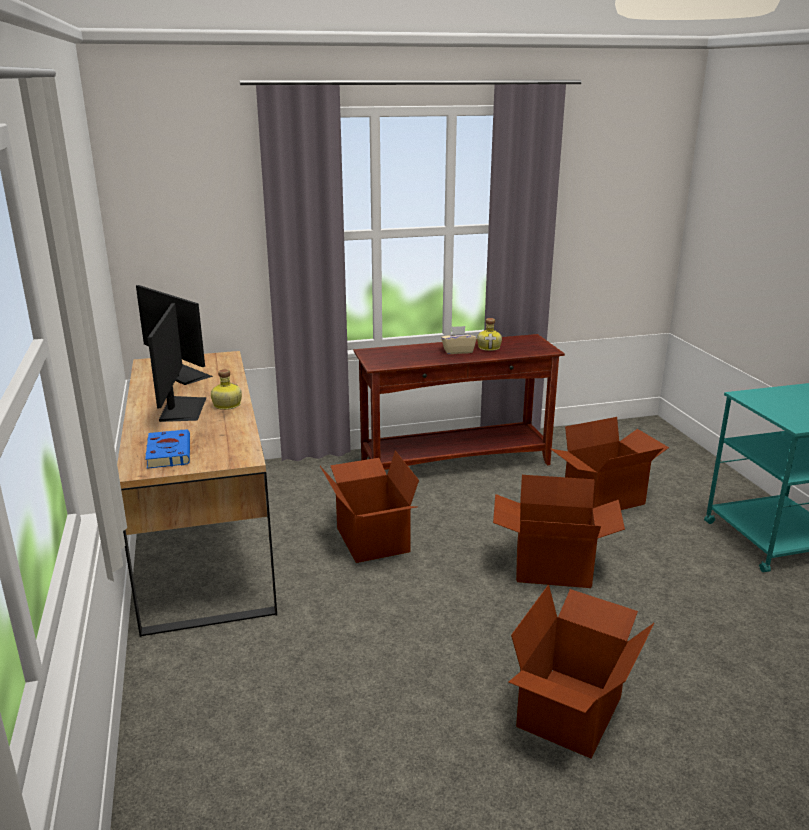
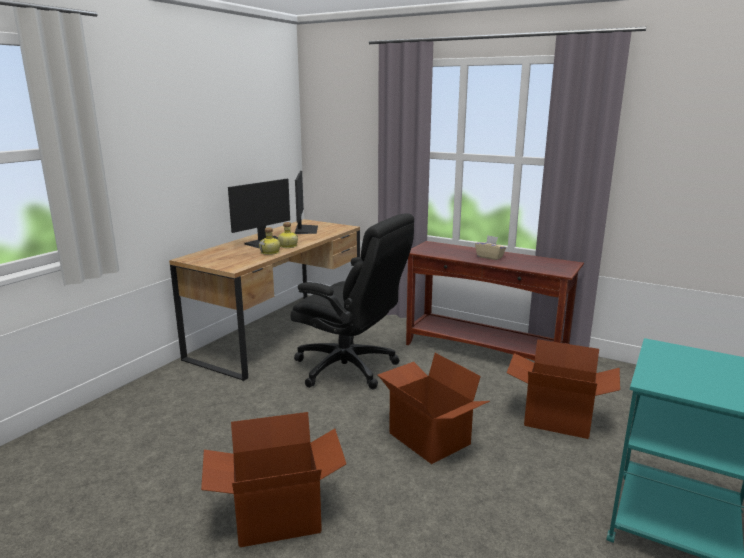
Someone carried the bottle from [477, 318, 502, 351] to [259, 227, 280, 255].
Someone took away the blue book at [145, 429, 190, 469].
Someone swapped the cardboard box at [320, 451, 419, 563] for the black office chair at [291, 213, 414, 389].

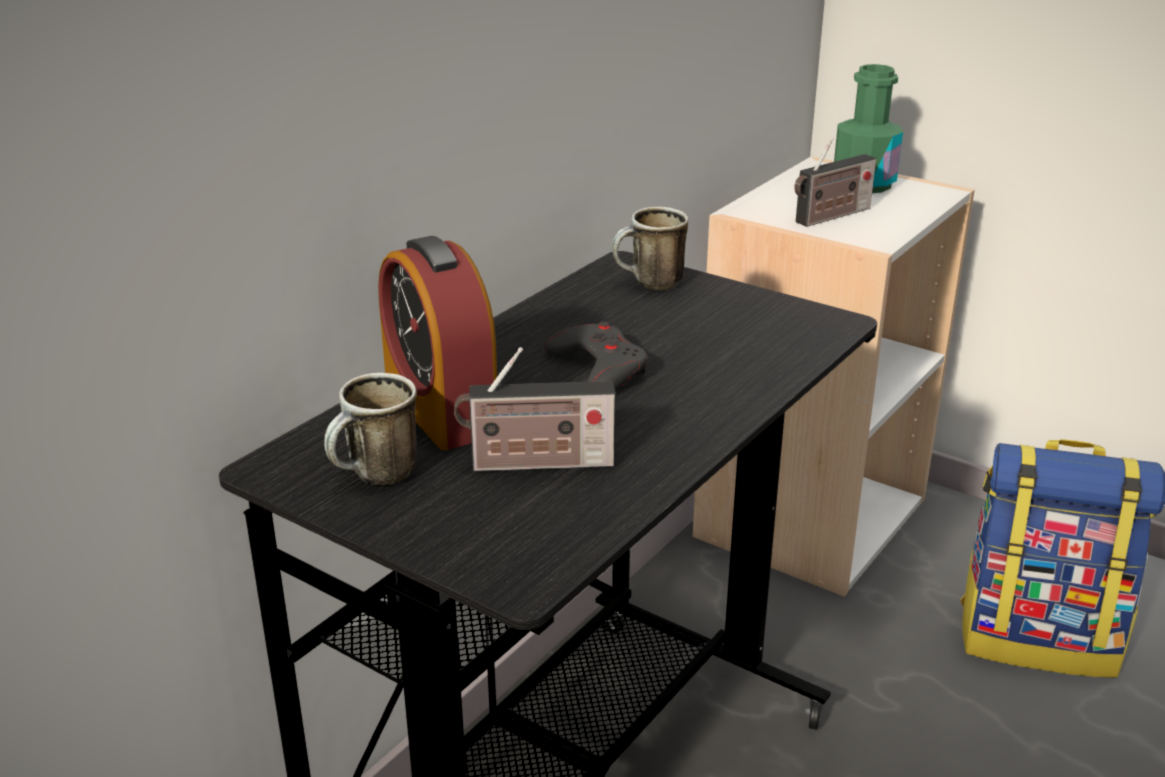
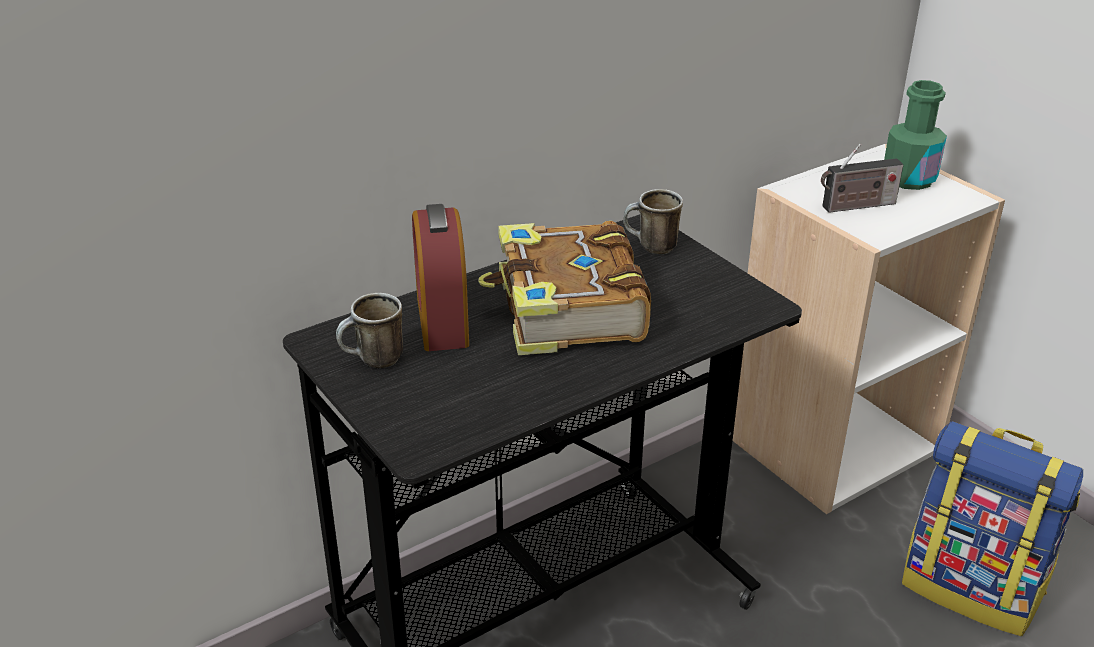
Someone swapped the grey game controller at [544, 321, 648, 390] for the book at [478, 221, 651, 355].
Someone took away the radio at [454, 347, 616, 472].

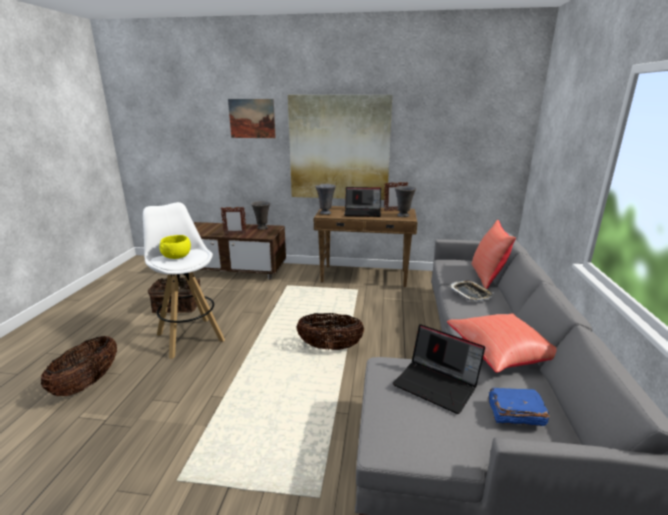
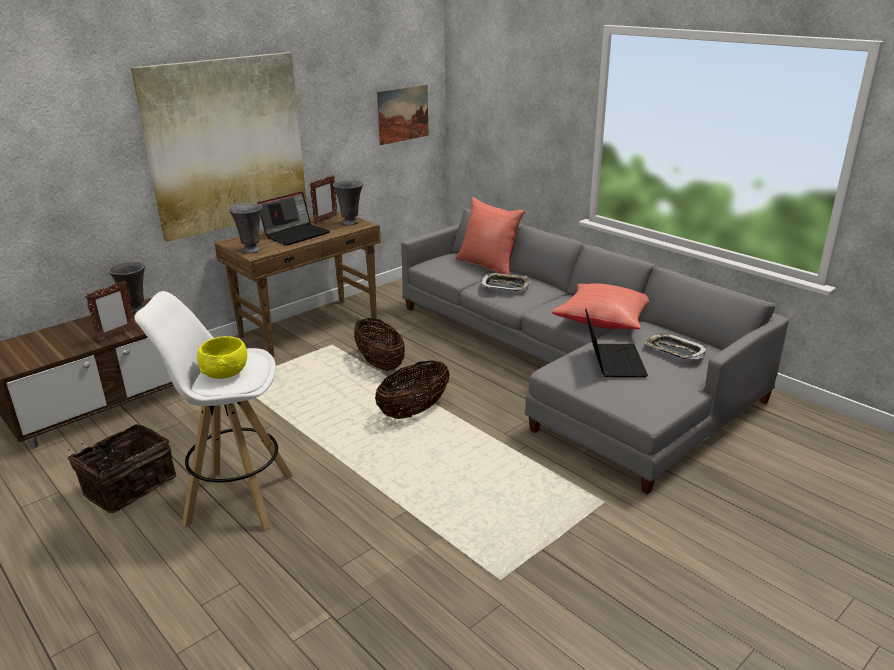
Someone carried the picture from [228, 99, 276, 138] to [377, 85, 429, 145].
Someone rotated the laptop at [393, 324, 485, 414] by 75 degrees counterclockwise.
Someone carried the basket from [41, 336, 117, 396] to [354, 318, 405, 371].
Someone swapped the blue book at [489, 387, 550, 426] for the tray at [645, 333, 707, 359].

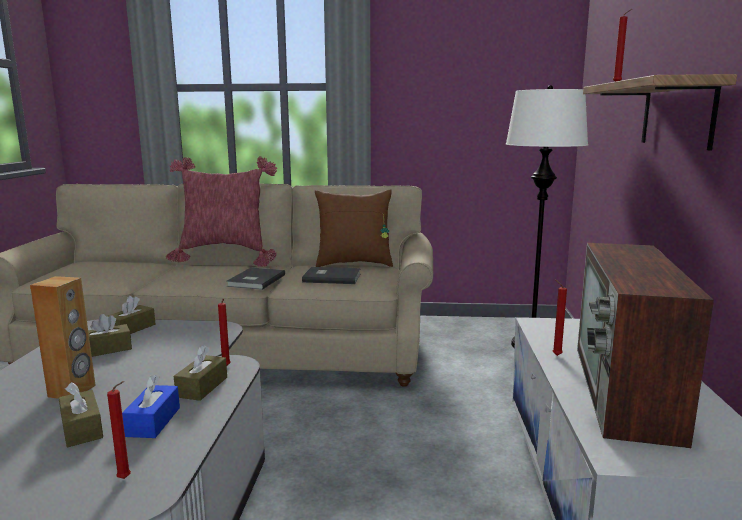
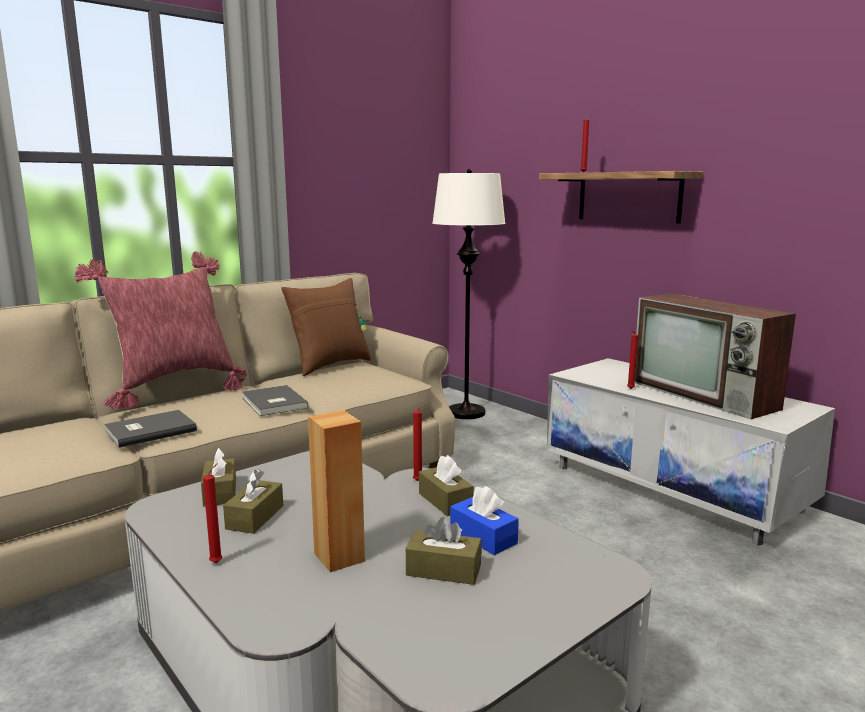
Someone carried the grey book from [302, 267, 361, 284] to [105, 410, 197, 448].
Someone carried the red candle from [107, 381, 131, 479] to [203, 463, 222, 563].

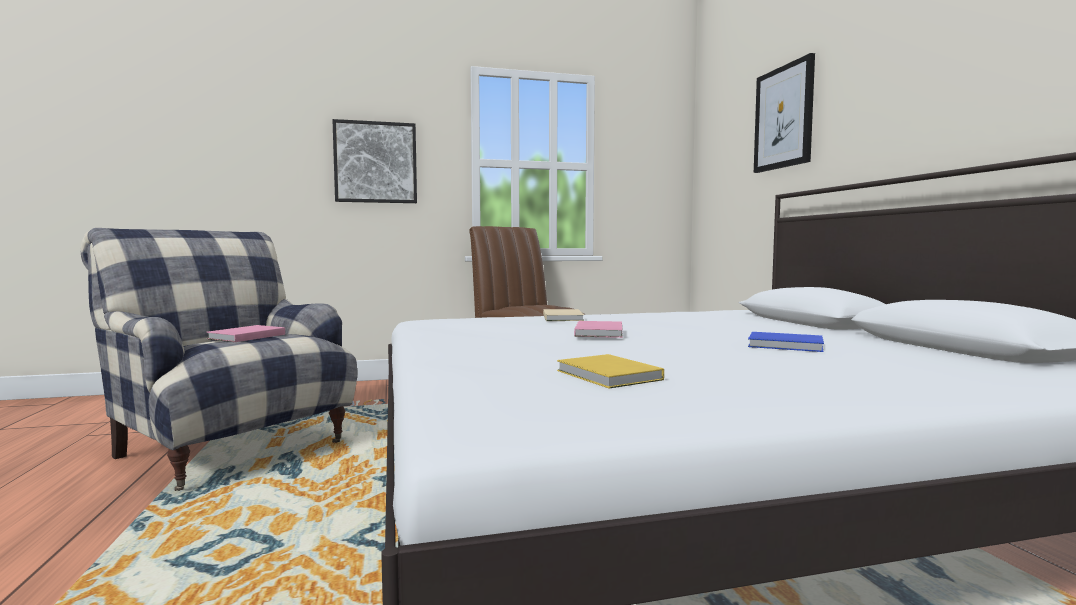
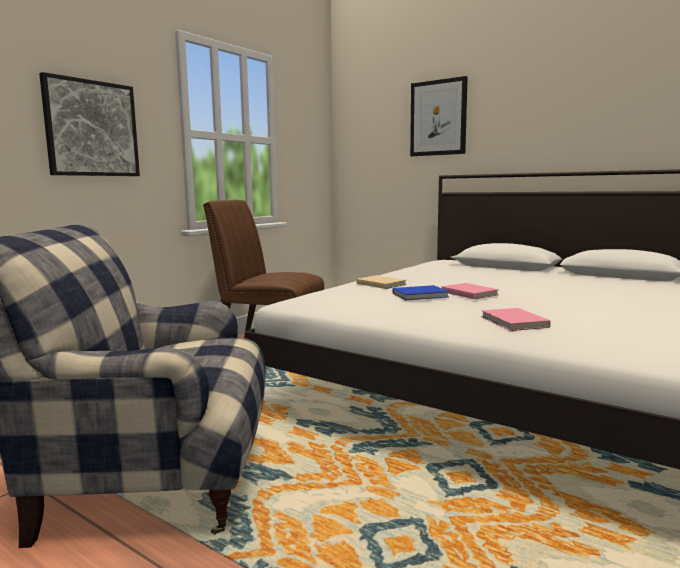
Someone carried the pink book from [206, 325, 285, 342] to [481, 308, 551, 331].
Someone carried the blue book from [748, 332, 824, 352] to [393, 285, 449, 300].
Someone took away the yellow book at [557, 354, 664, 388].

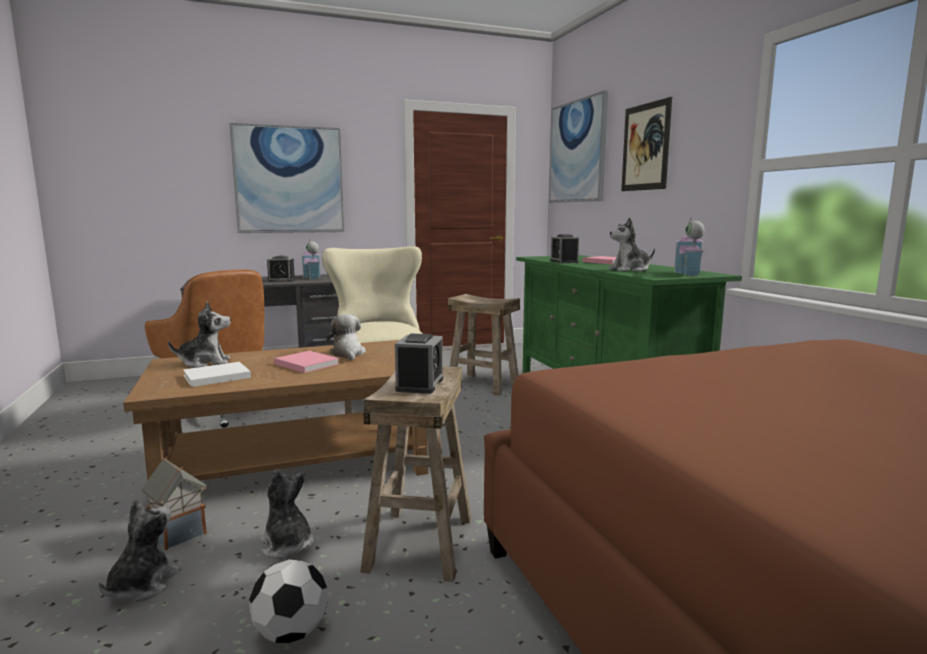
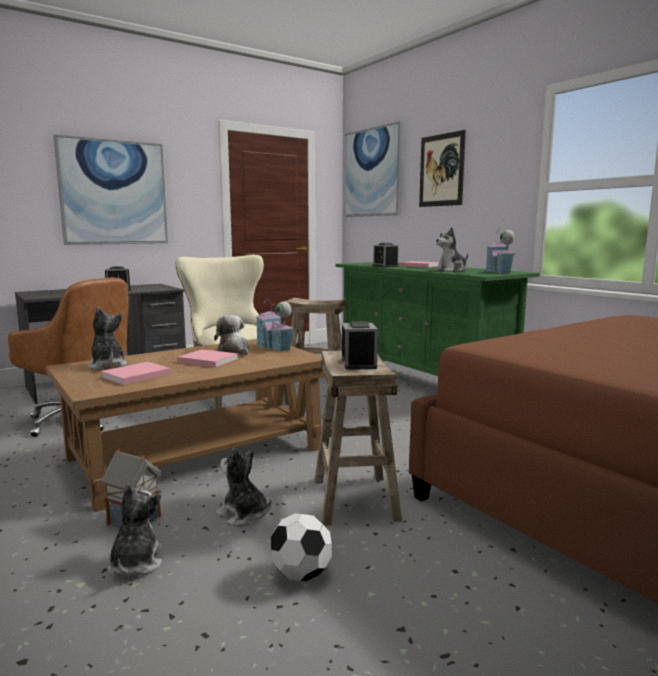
Someone carried the toy house from [301, 239, 320, 279] to [255, 299, 294, 351].
Someone rotated the plush toy at [168, 301, 231, 368] by 90 degrees counterclockwise.
Someone repainted the white book at [183, 362, 251, 387], which became the pink book at [101, 362, 171, 385].

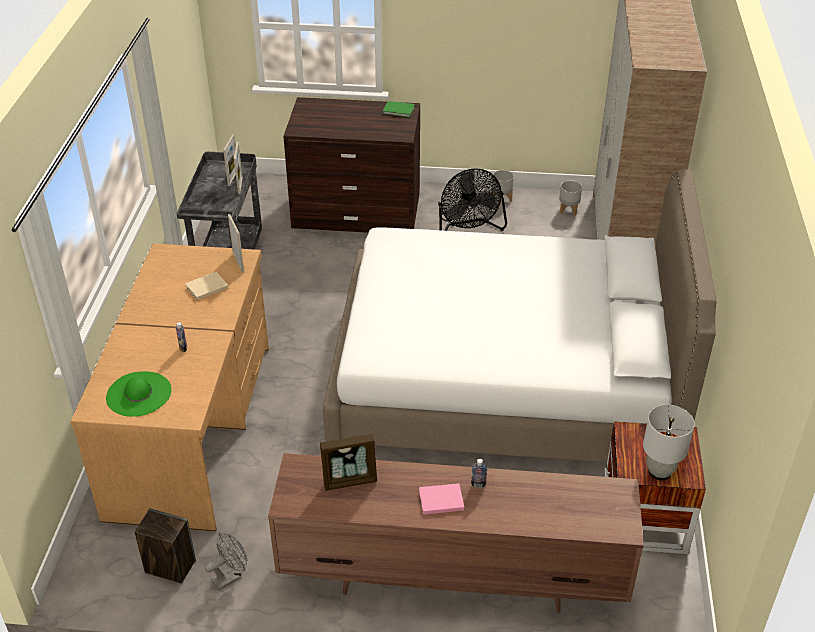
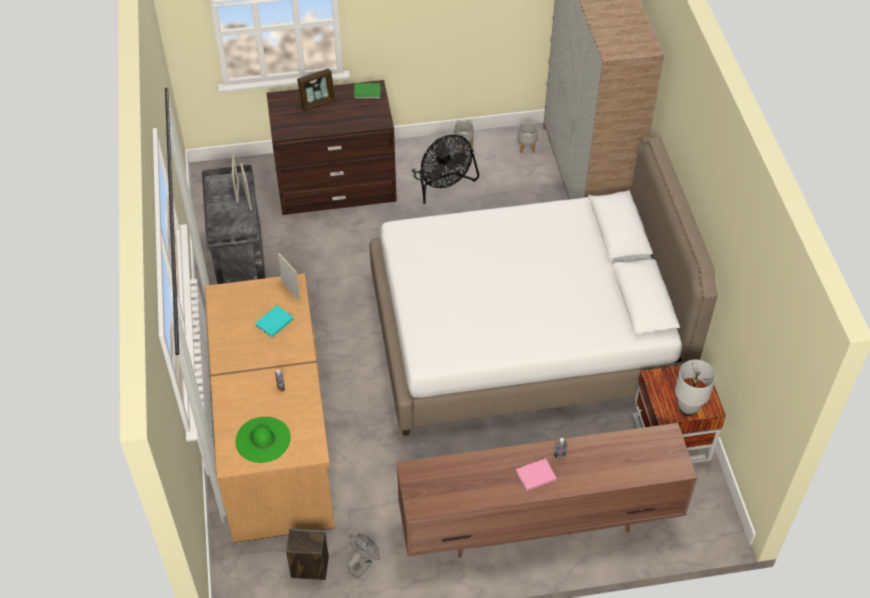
Someone repainted the beige book at [185, 272, 228, 300], which became the turquoise book at [255, 306, 294, 337].
Someone carried the picture frame from [320, 434, 377, 491] to [297, 69, 336, 111].

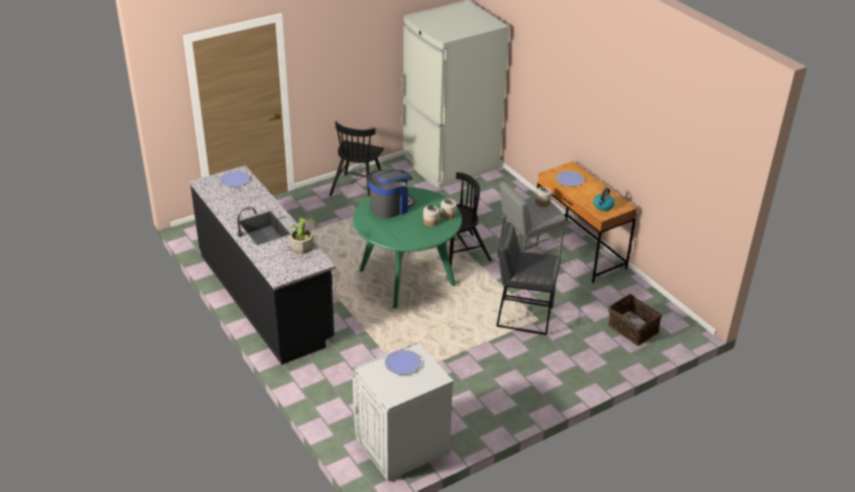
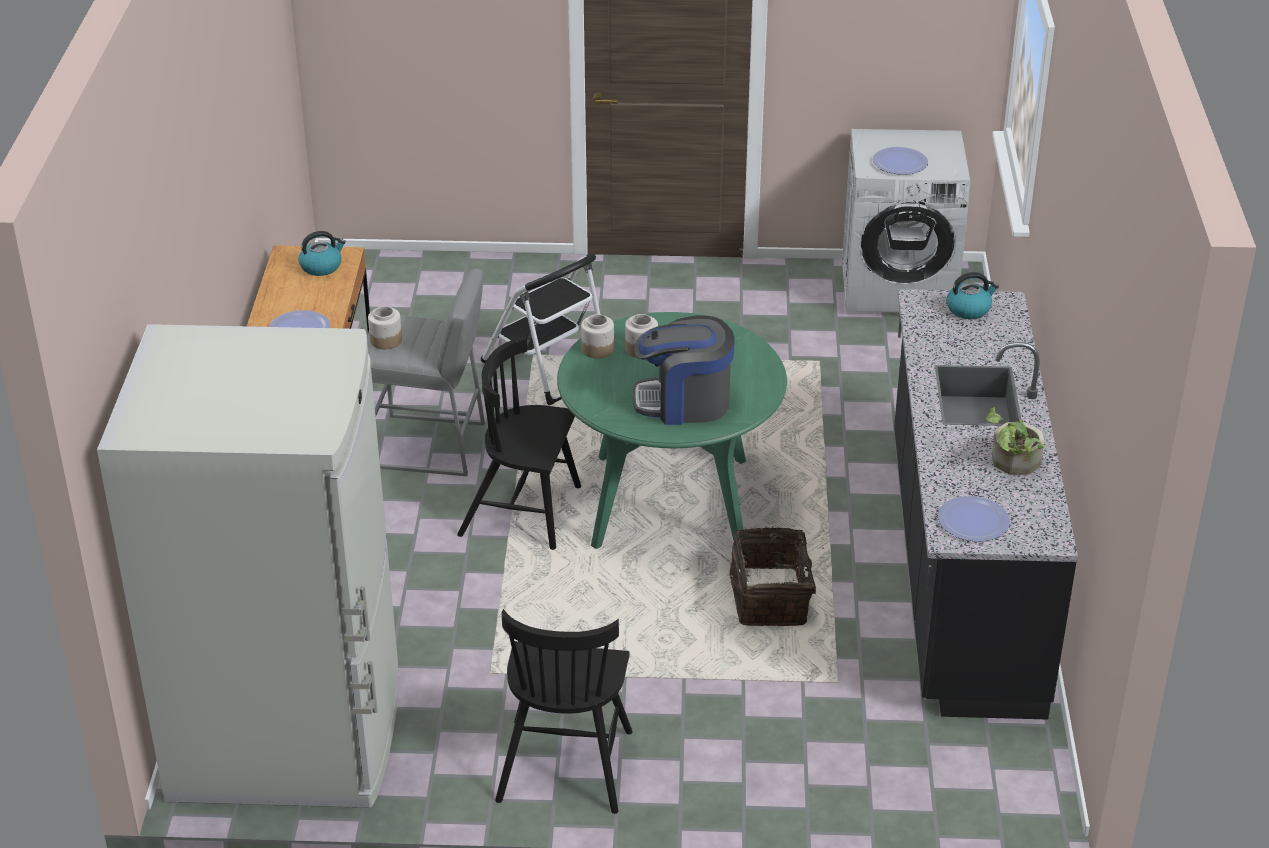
Someone rotated the black chair at [329, 121, 384, 197] by 135 degrees clockwise.
Someone carried the potted plant from [286, 218, 317, 254] to [986, 407, 1045, 475].
Someone swapped the grey stool at [496, 222, 561, 335] for the step ladder at [481, 253, 600, 405].
Someone carried the basket from [608, 294, 662, 345] to [730, 526, 824, 626].
Someone put down the kettle at [947, 272, 999, 319].

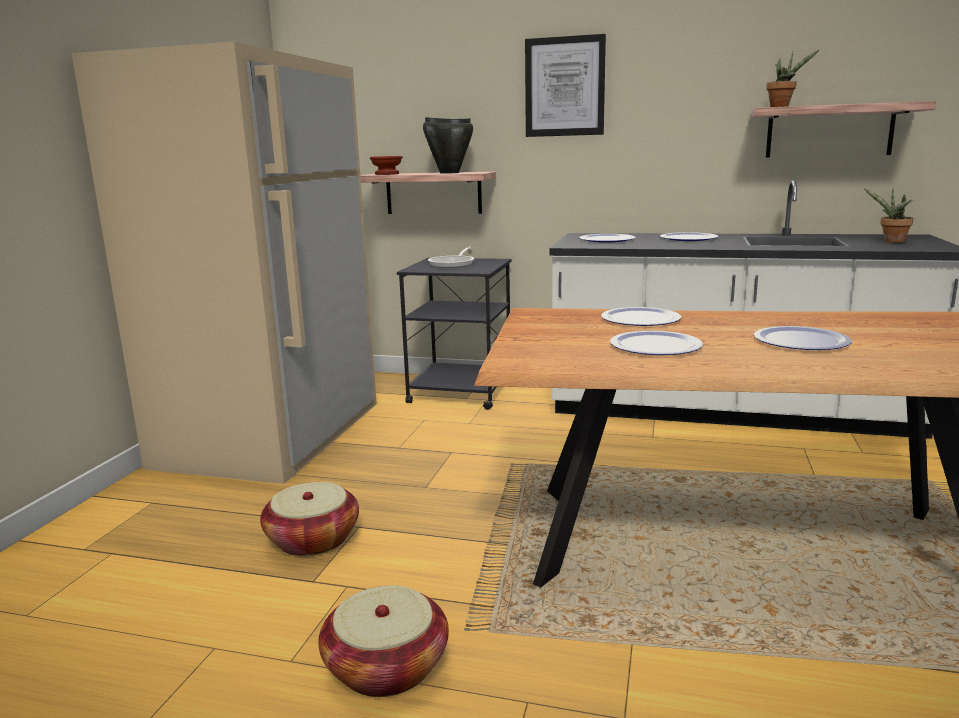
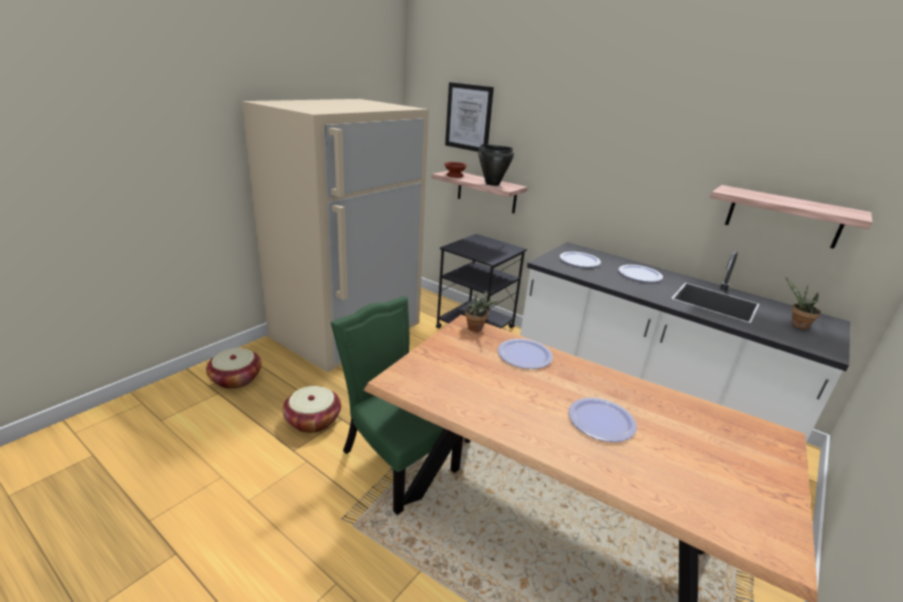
Someone carried the picture from [525, 34, 606, 137] to [445, 82, 494, 152].
Someone carried the potted plant from [766, 49, 820, 107] to [465, 291, 499, 332].
Someone took away the frying pan at [428, 246, 474, 268].
Someone took away the plate at [610, 330, 703, 355].
Someone carried the basket from [319, 585, 449, 697] to [206, 348, 262, 389].
Someone put down the green chair at [331, 296, 463, 515].

